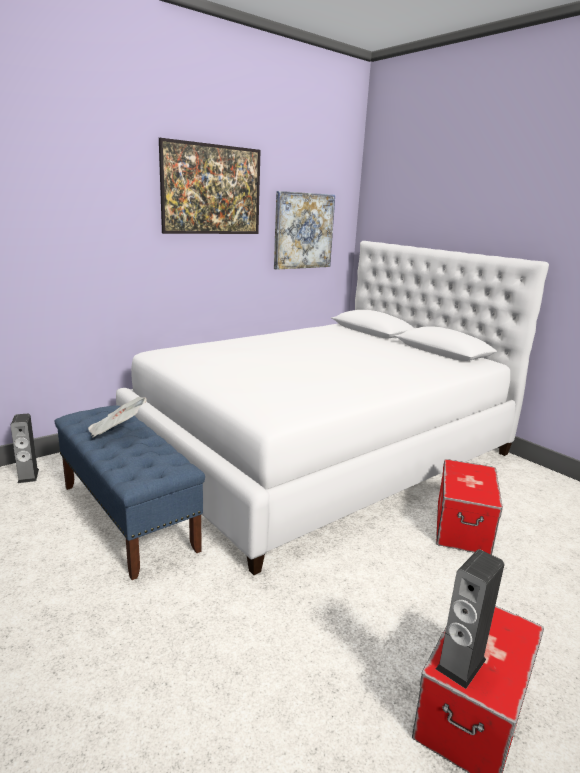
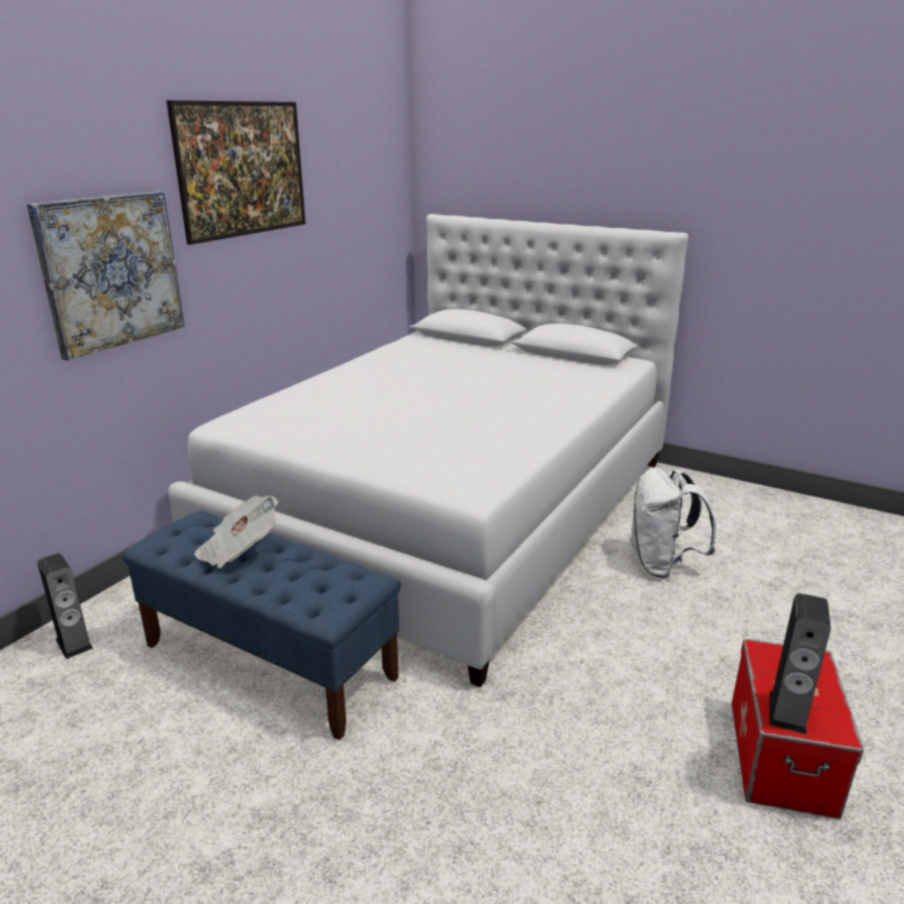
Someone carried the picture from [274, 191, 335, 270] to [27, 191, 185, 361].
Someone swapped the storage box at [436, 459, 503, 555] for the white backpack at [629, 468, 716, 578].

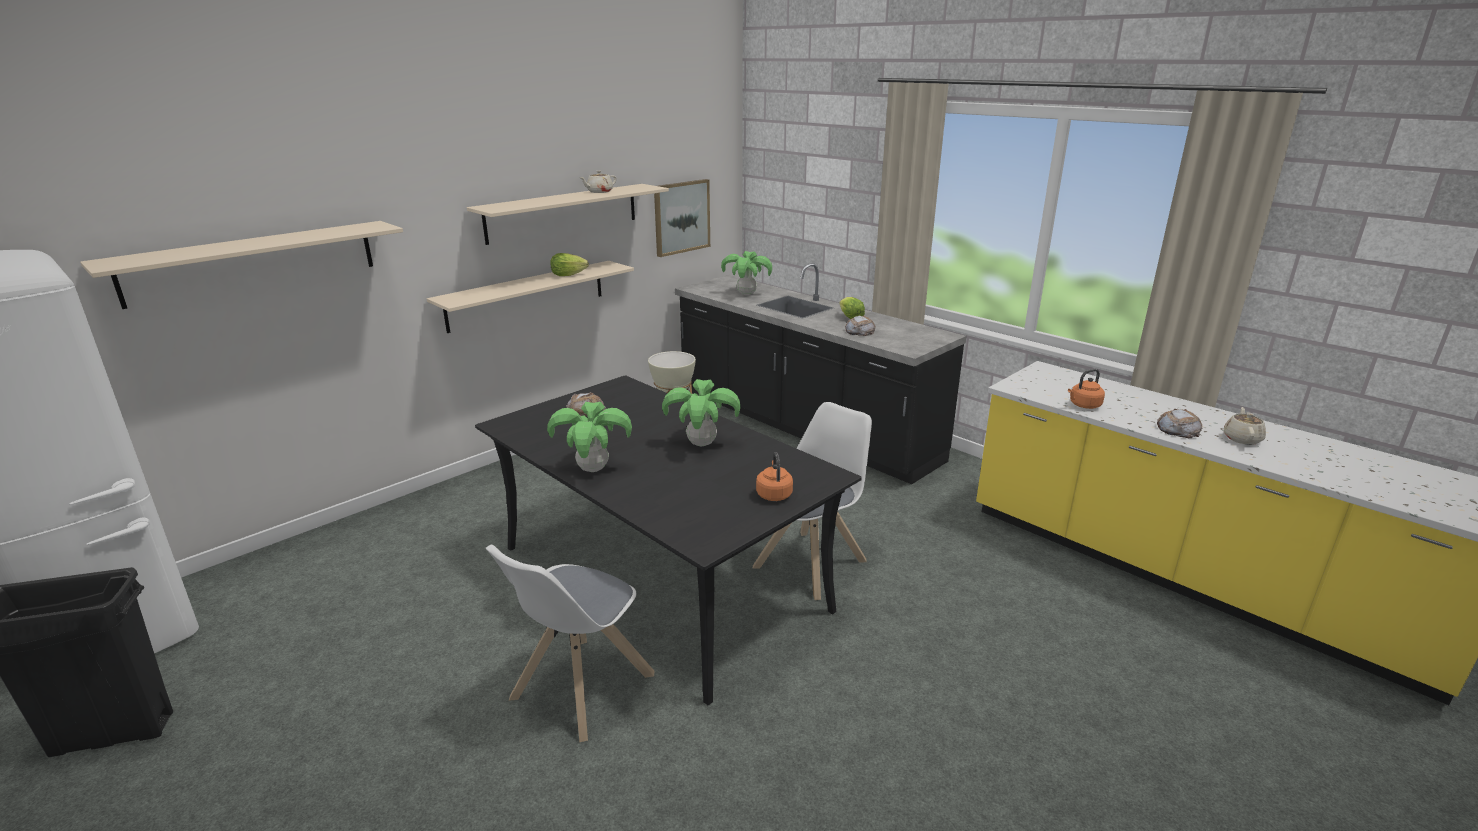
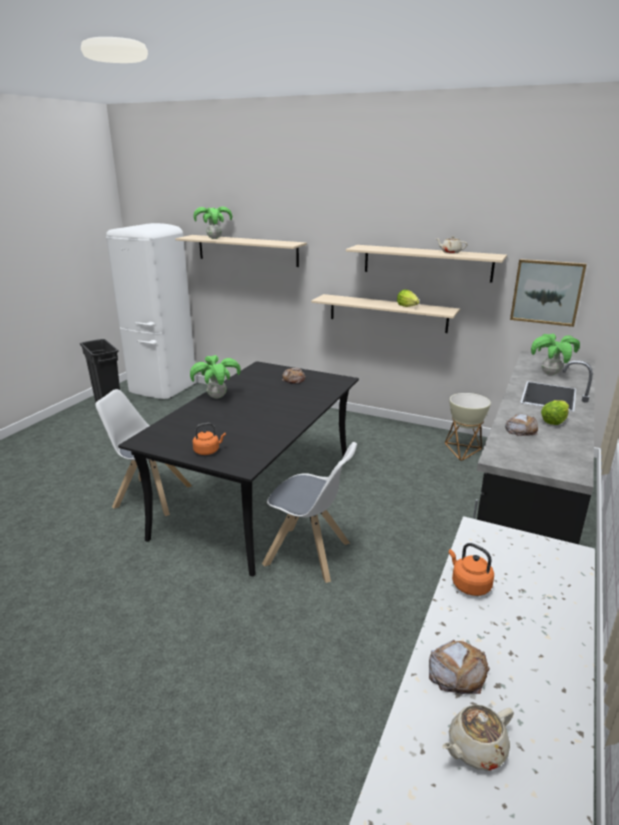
Someone carried the potted plant from [662, 379, 740, 446] to [194, 207, 232, 239].
Someone rotated the beige teapot at [1224, 407, 1266, 445] by 150 degrees clockwise.

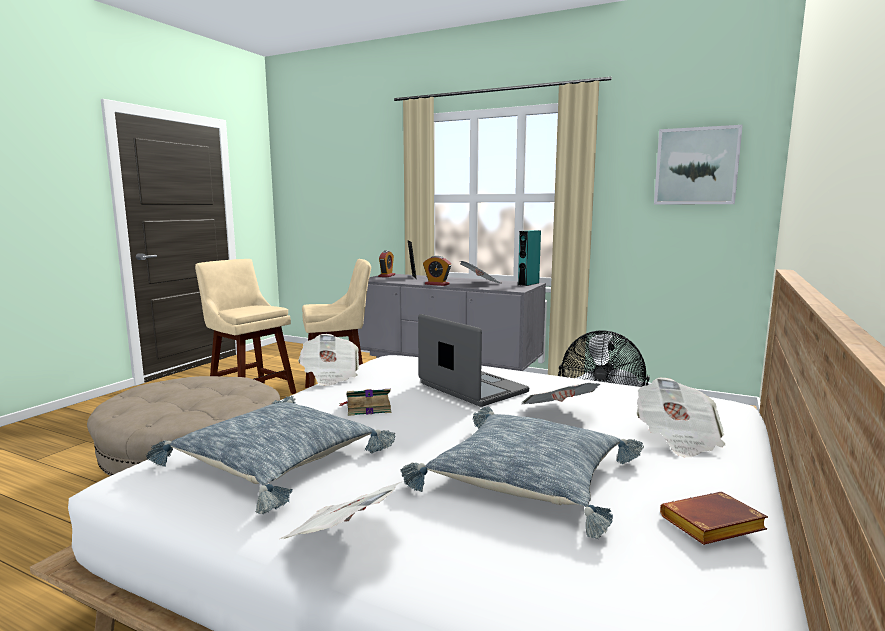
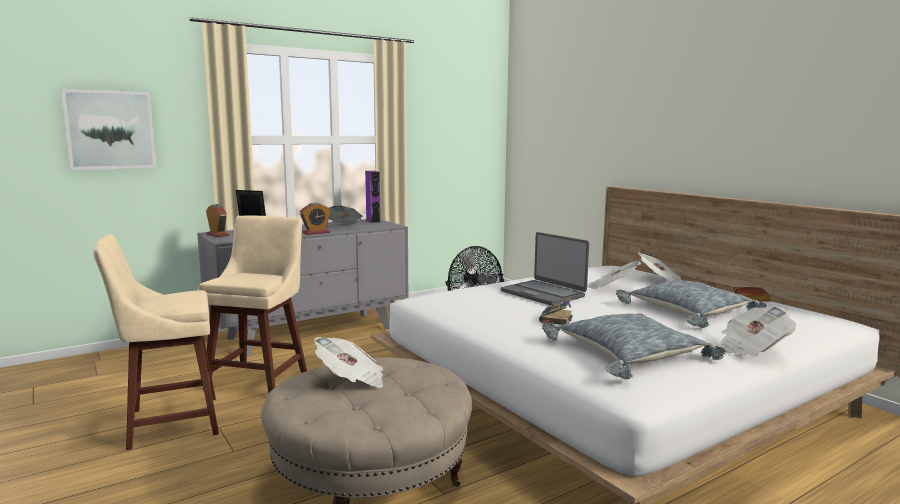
Someone carried the picture from [654, 125, 743, 204] to [61, 89, 156, 170].
Someone repainted the turquoise speaker at [518, 230, 541, 286], which became the purple speaker at [365, 171, 381, 223].
Someone rotated the laptop at [418, 314, 529, 407] by 120 degrees counterclockwise.
Someone carried the newspaper from [298, 334, 359, 386] to [314, 337, 383, 388].

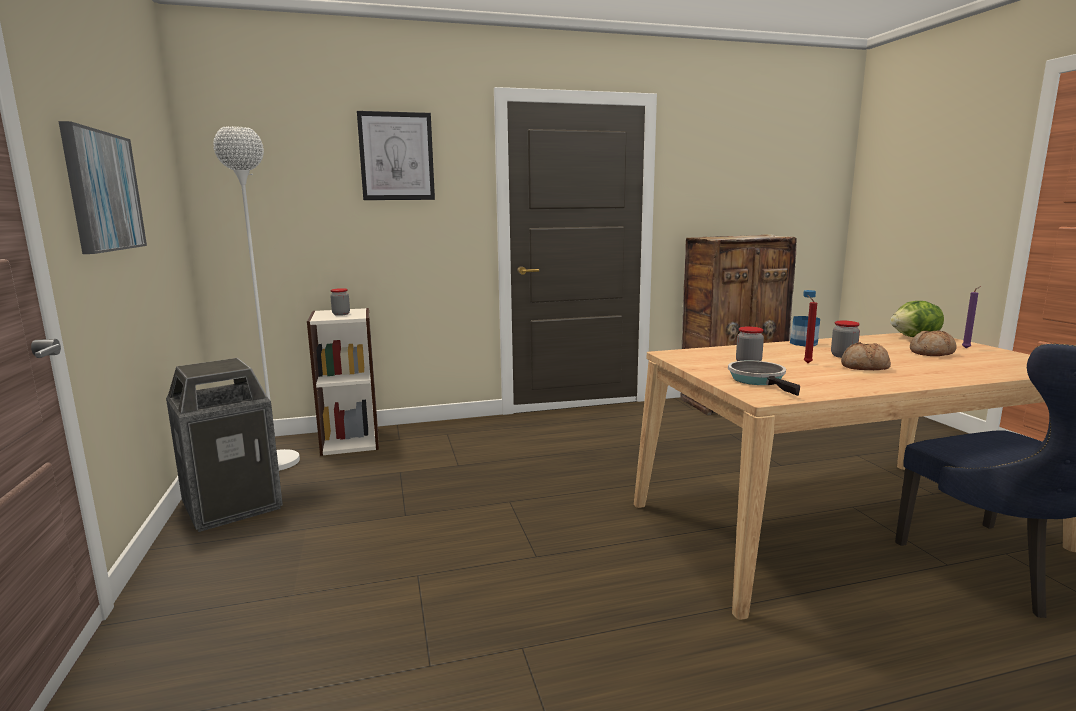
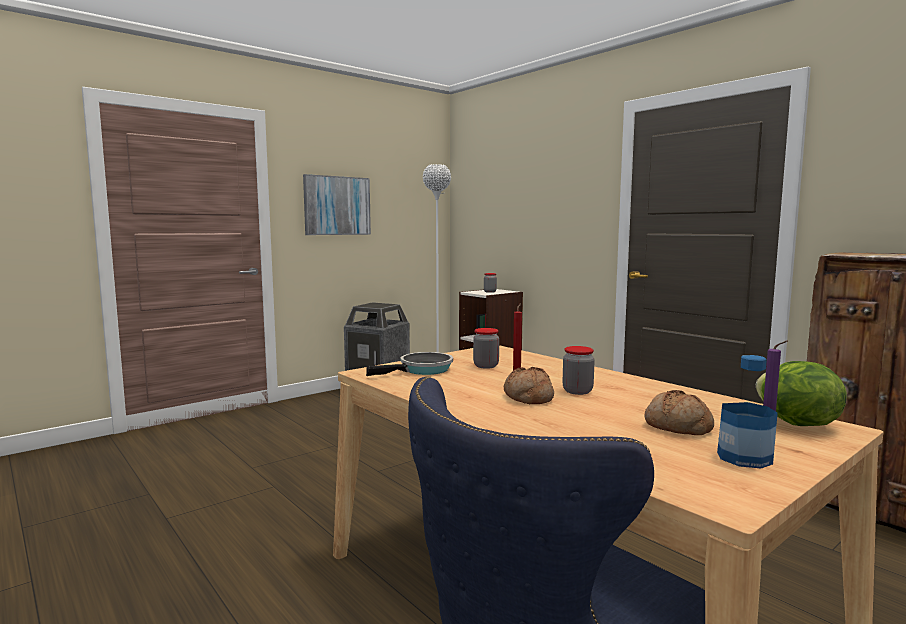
Someone took away the picture at [357, 111, 435, 200].
Someone carried the bottle from [790, 290, 820, 346] to [717, 355, 778, 468].

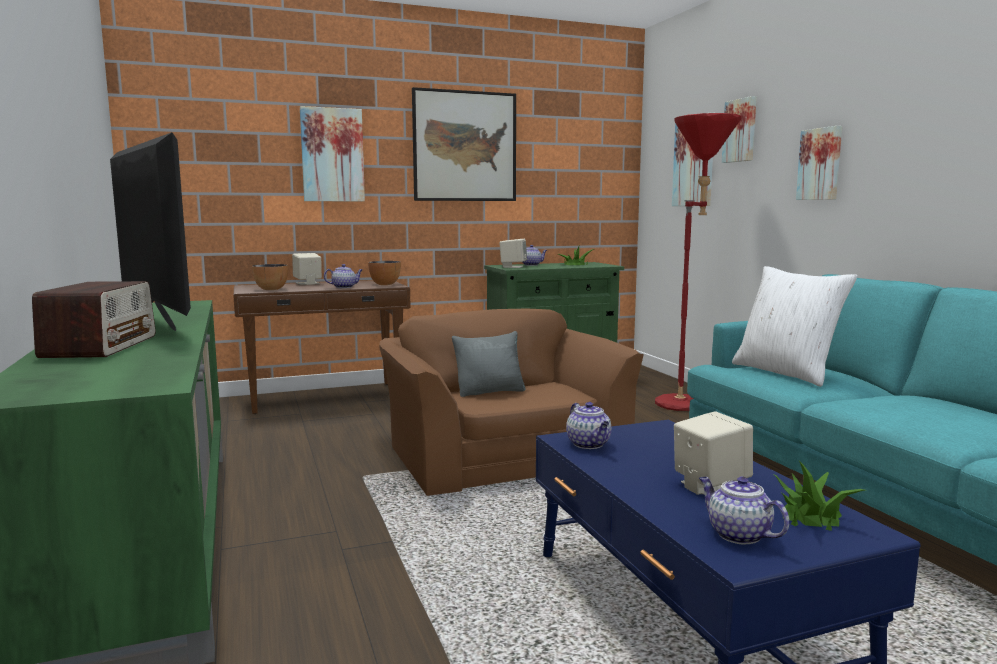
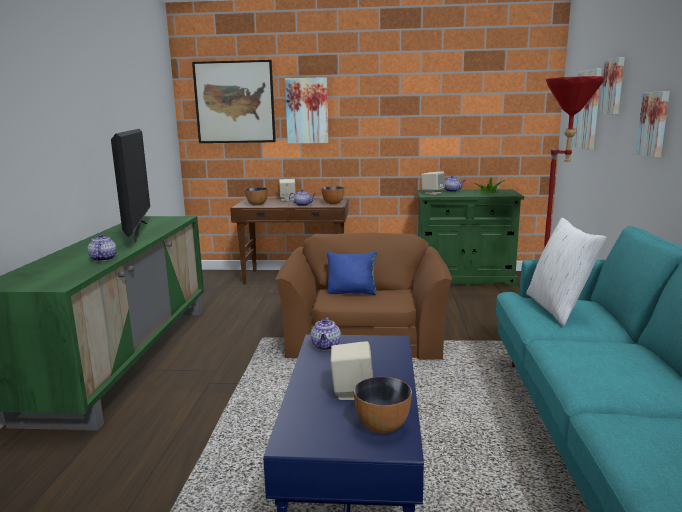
Someone carried the picture from [412, 87, 516, 201] to [192, 60, 276, 143].
Someone took away the radio at [32, 281, 156, 358].
Someone repainted the grey pillow at [452, 331, 526, 397], which became the blue pillow at [327, 251, 377, 295].
Someone swapped the potted plant at [774, 461, 865, 531] for the bowl at [354, 377, 412, 433].
Someone carried the teapot from [699, 476, 790, 544] to [87, 234, 117, 262].

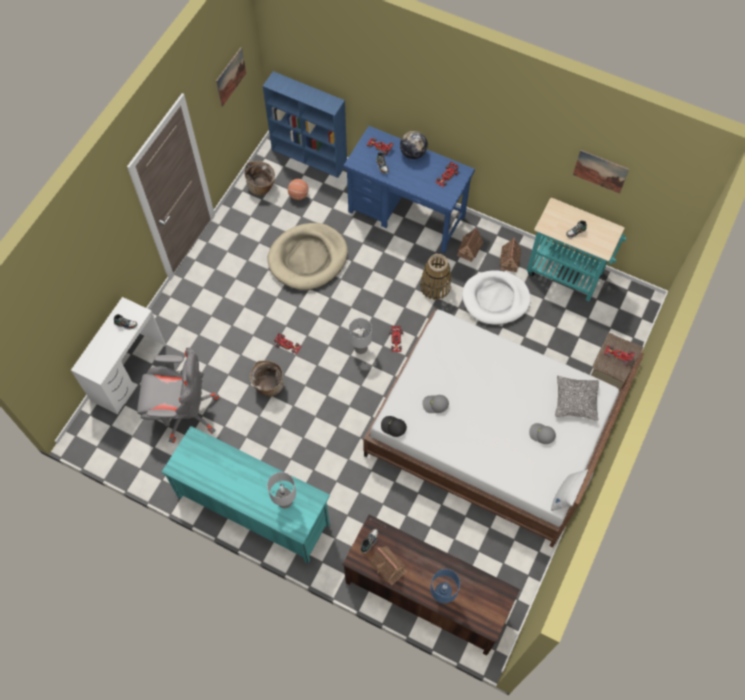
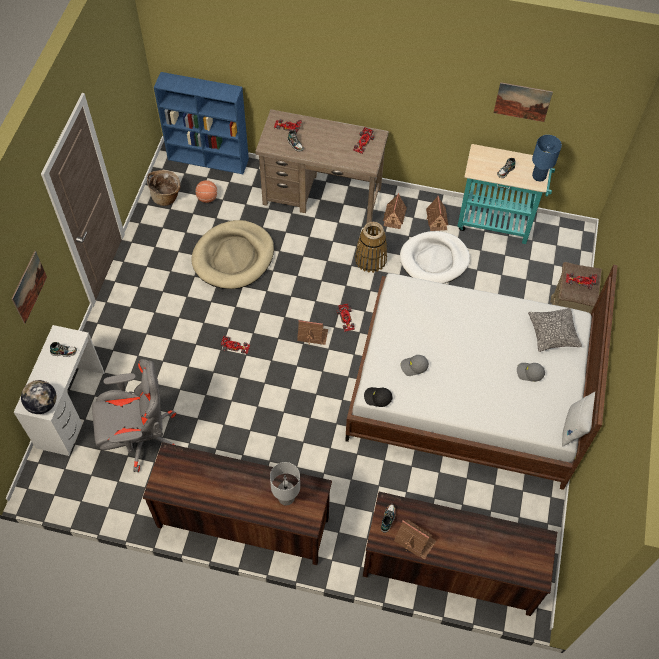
Someone carried the picture from [216, 47, 246, 107] to [11, 251, 47, 324].
Someone repainted the blue desk at [343, 126, 475, 253], which became the brown desk at [256, 109, 389, 224].
Someone carried the globe from [400, 131, 428, 159] to [21, 380, 57, 414].
Someone swapped the grey table lamp at [349, 318, 372, 354] for the toy house at [297, 320, 328, 345].
Someone took away the basket at [250, 360, 284, 397].
Someone repainted the turquoise dresser at [162, 426, 330, 563], which became the brown dresser at [143, 442, 332, 565].
Someone carried the blue table lamp from [430, 569, 460, 603] to [532, 135, 562, 182].

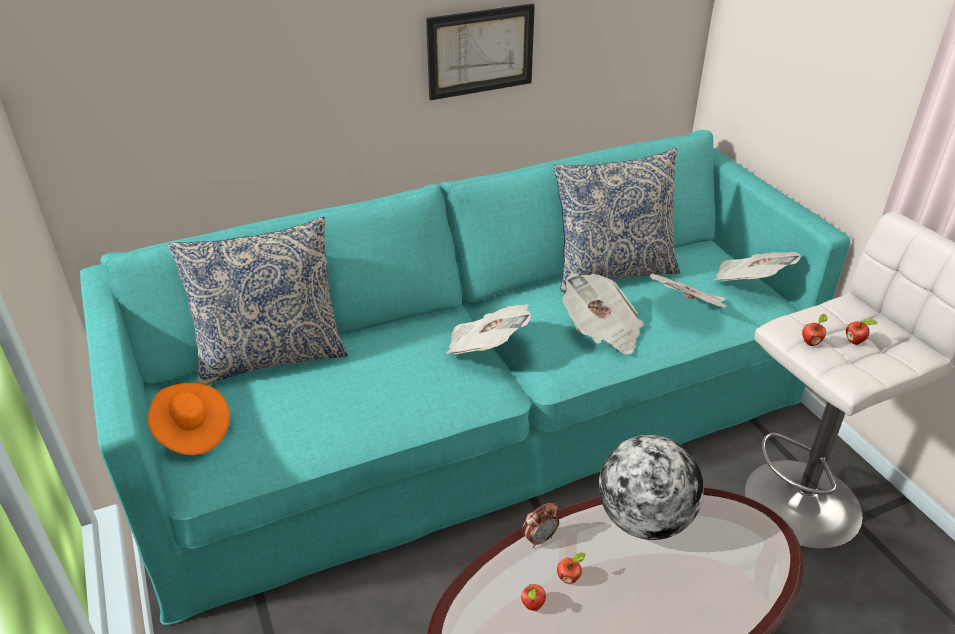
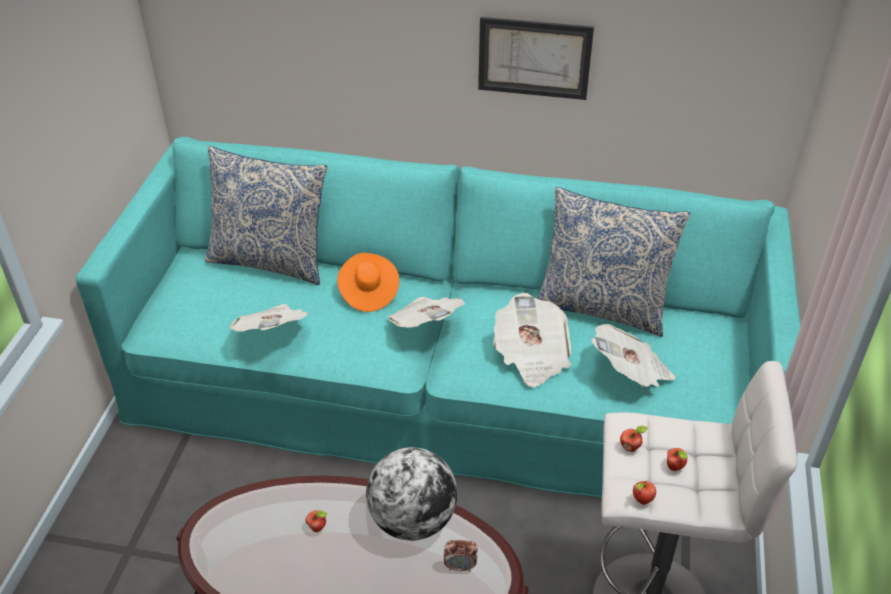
Someone carried the newspaper from [714, 252, 801, 281] to [229, 304, 309, 332].
Someone carried the orange hat from [148, 383, 230, 455] to [337, 253, 399, 312].
Someone carried the alarm clock from [522, 503, 559, 548] to [444, 540, 478, 571].
Someone carried the apple from [521, 584, 546, 611] to [633, 481, 656, 505].

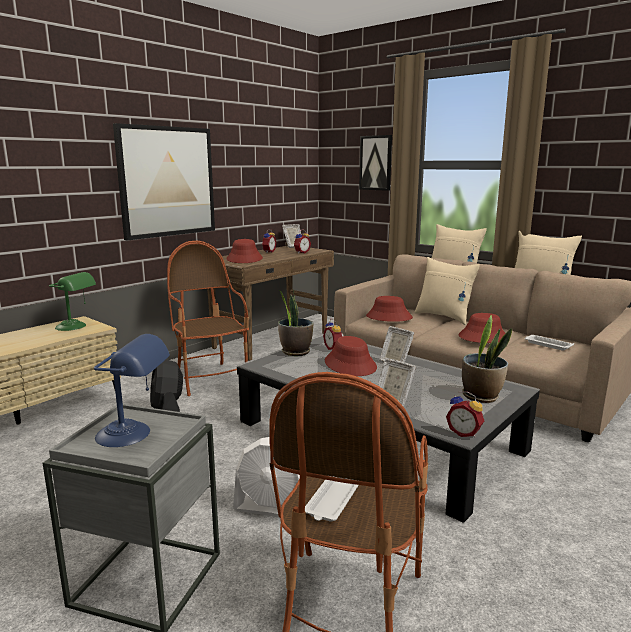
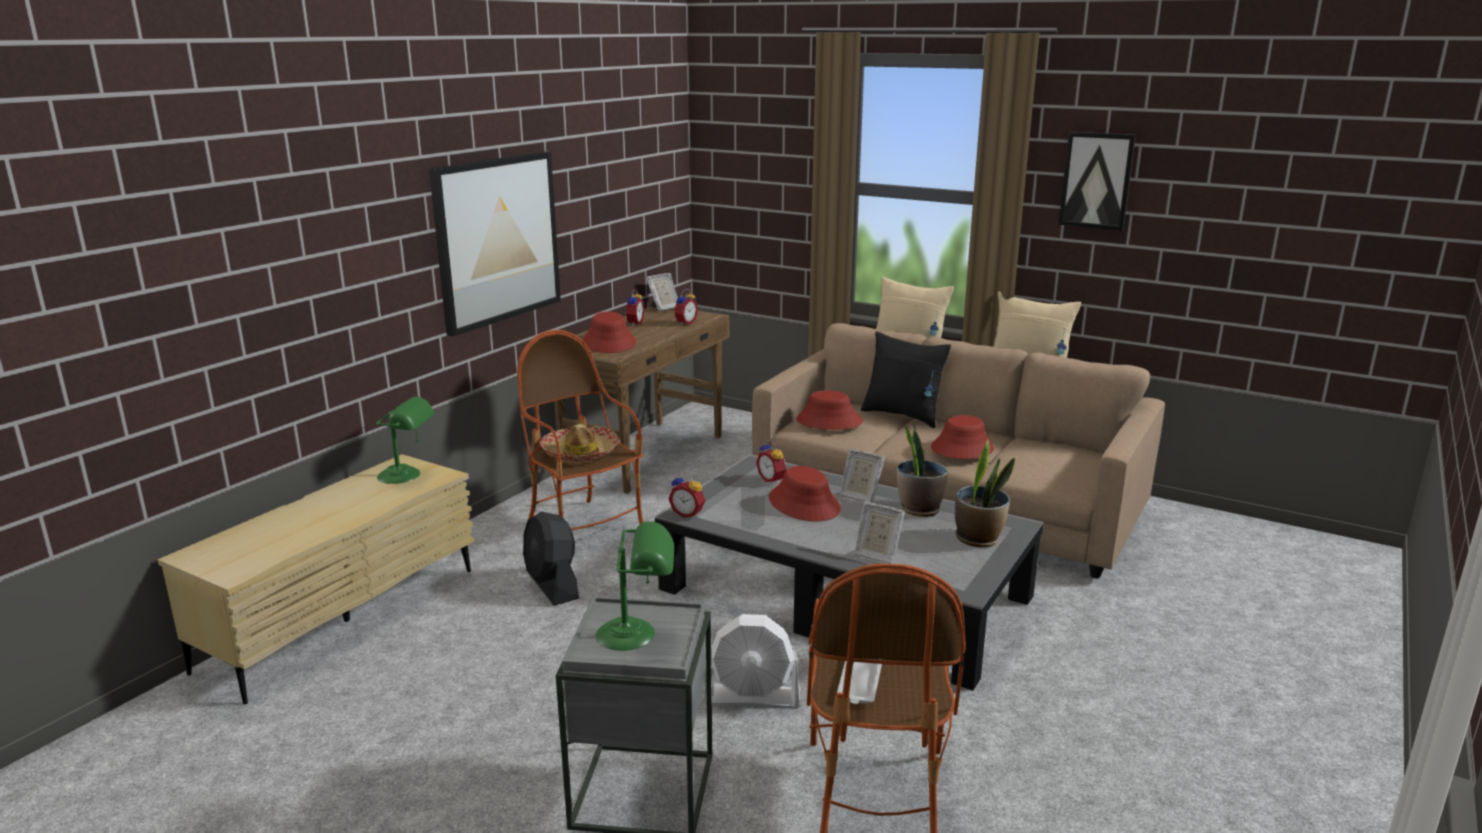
Someone carried the picture from [359, 135, 392, 191] to [1059, 132, 1136, 231].
Someone repainted the beige pillow at [414, 257, 480, 325], which became the black pillow at [861, 331, 951, 428].
Someone carried the potted plant from [278, 289, 313, 356] to [897, 421, 948, 517].
Someone repainted the blue table lamp at [94, 334, 170, 447], which became the green table lamp at [596, 521, 674, 651].
Someone took away the white tray at [525, 335, 574, 351].
Someone carried the alarm clock from [446, 392, 484, 438] to [669, 473, 705, 518].
Someone put down the hat at [540, 424, 619, 462].

